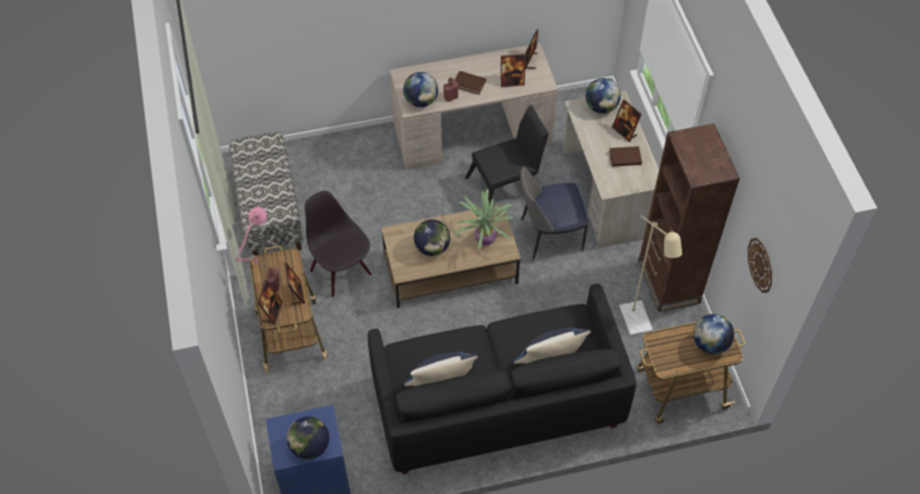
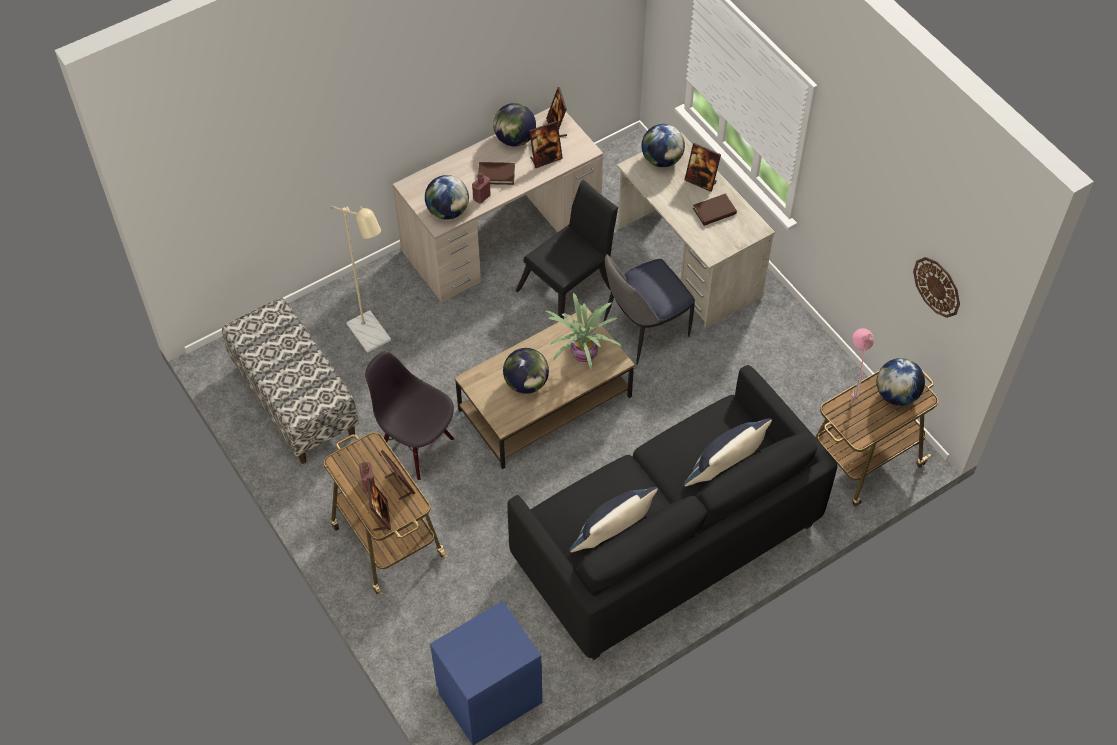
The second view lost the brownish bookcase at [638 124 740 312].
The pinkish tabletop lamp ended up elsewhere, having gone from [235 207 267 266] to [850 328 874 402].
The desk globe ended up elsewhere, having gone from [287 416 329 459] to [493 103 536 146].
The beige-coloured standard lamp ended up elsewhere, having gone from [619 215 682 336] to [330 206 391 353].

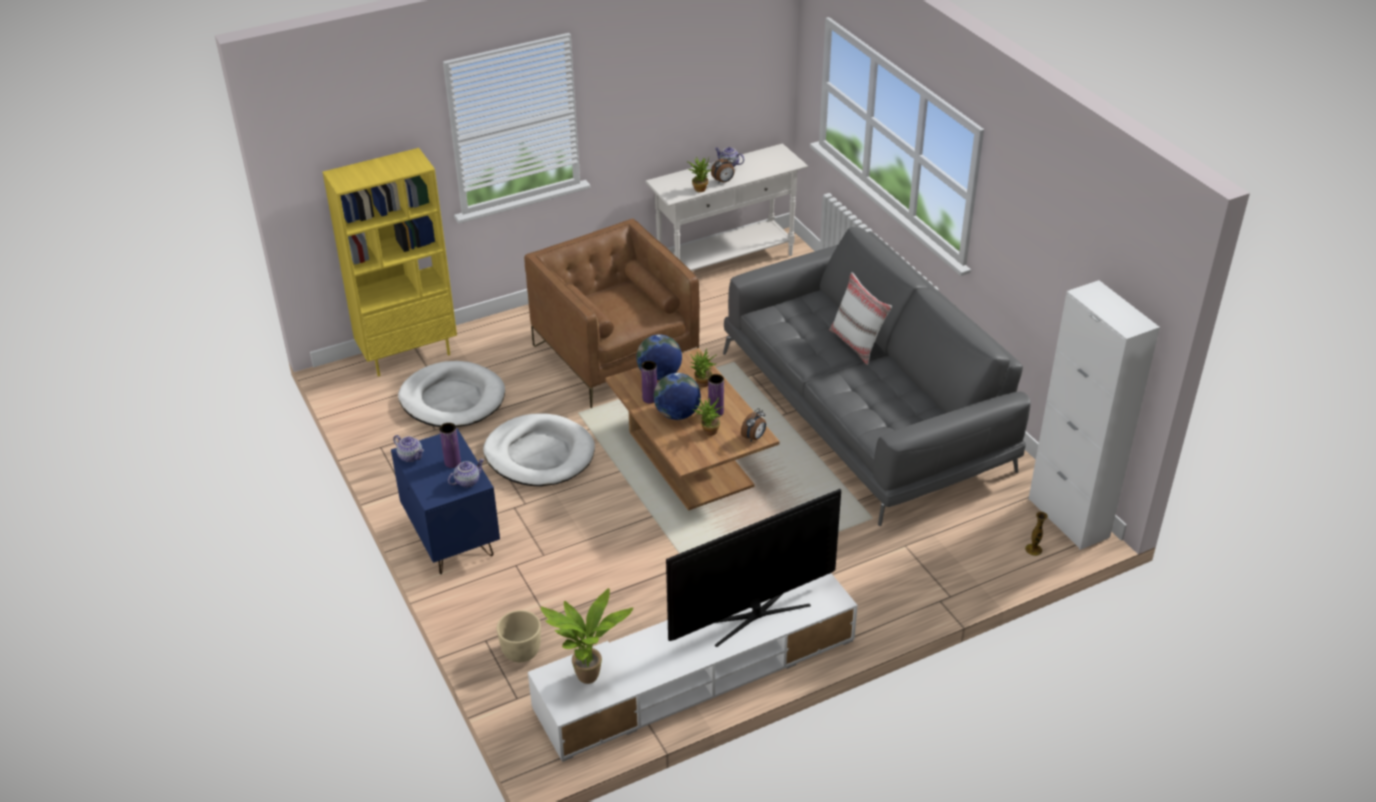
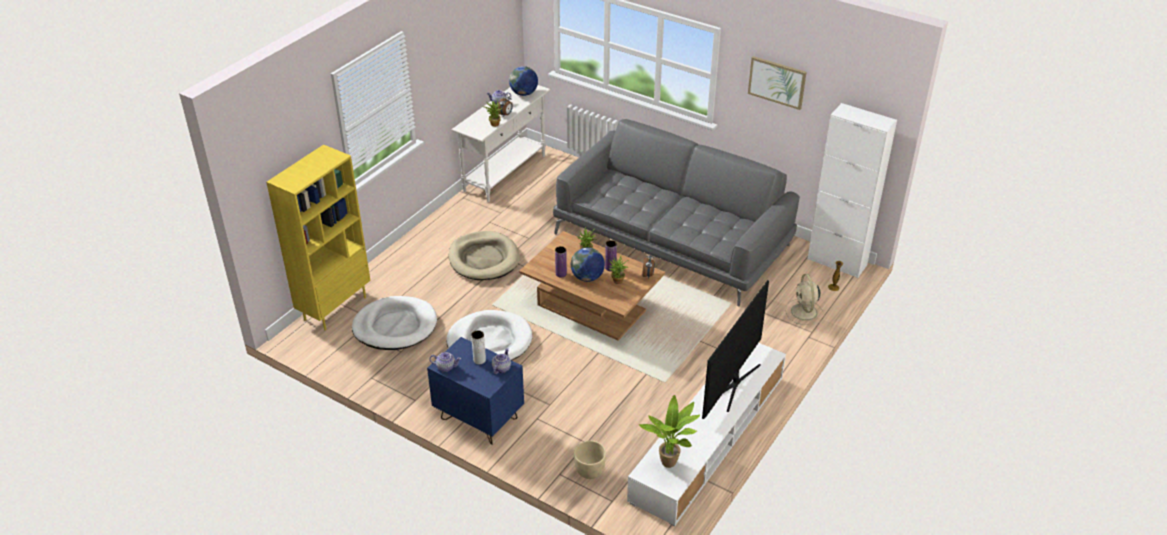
The second view lost the white-coloured pillow at [829 272 892 365].
The second view gained the wall picture at [748 56 807 110].
The second view gained the beige-coloured fan at [786 274 825 325].
The desk globe ended up elsewhere, having gone from [636 334 682 380] to [509 66 538 96].
Where the brownish easy chair stood at [524 219 700 408], the beige-coloured pet bed came to stand at [449 231 520 280].
What was the purple flower vase at [439 423 461 468] turned into the white-coloured flower vase at [471 330 486 365].

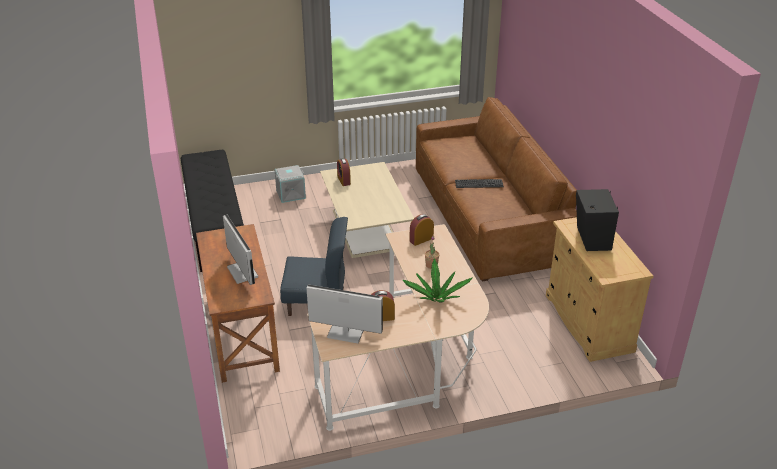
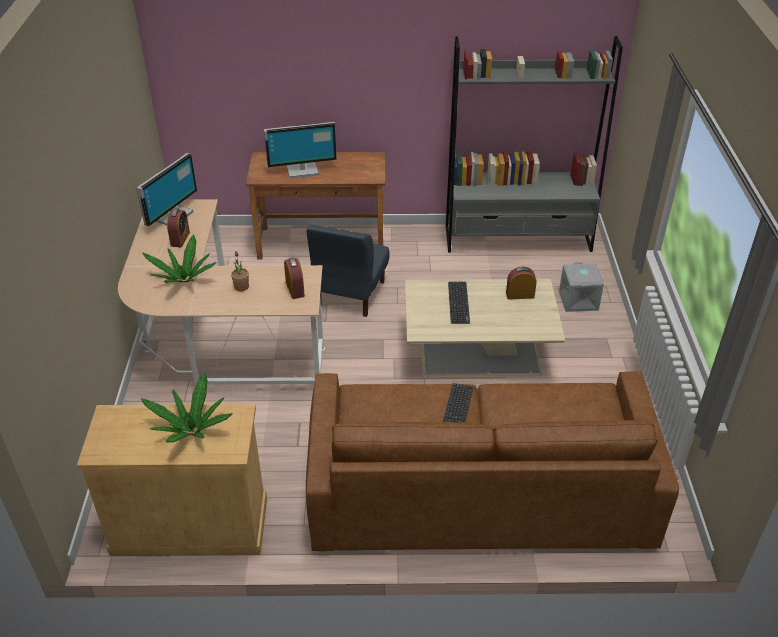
The second view gained the keyboard at [448 281 470 324].
Where the black indoor bench stood at [181 150 244 272], the greyish bookcase came to stand at [446 36 623 253].
Where the black loudspeaker stood at [576 189 619 251], the potted plant came to stand at [141 372 232 443].

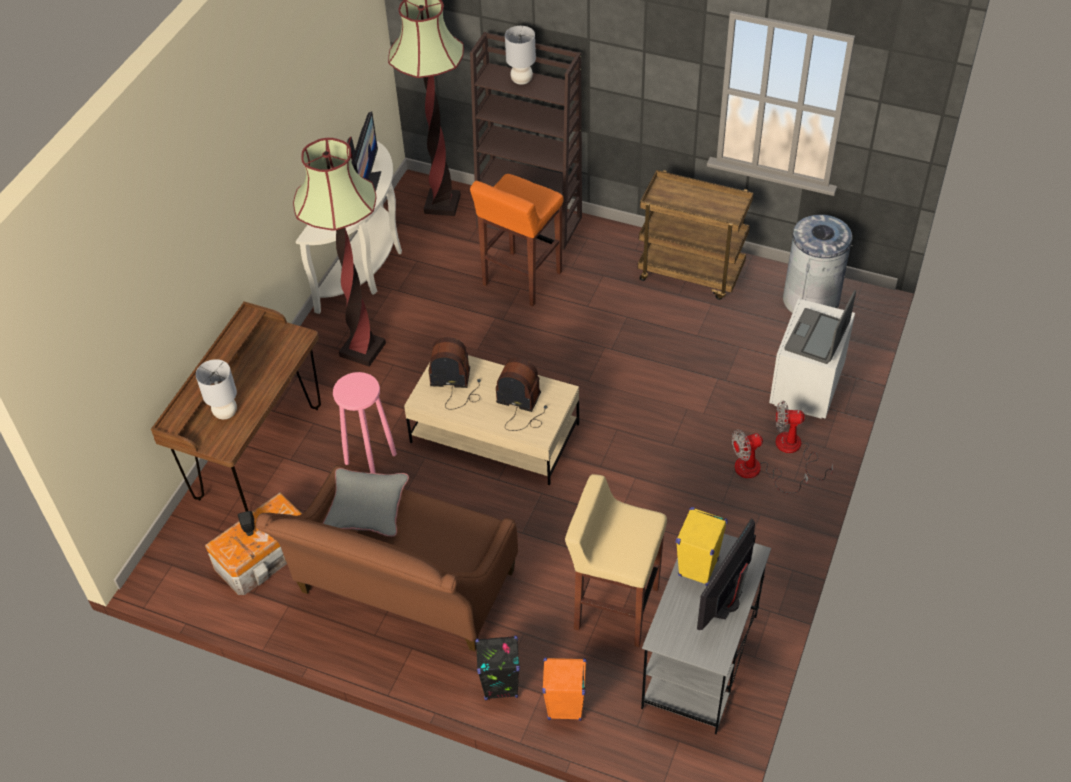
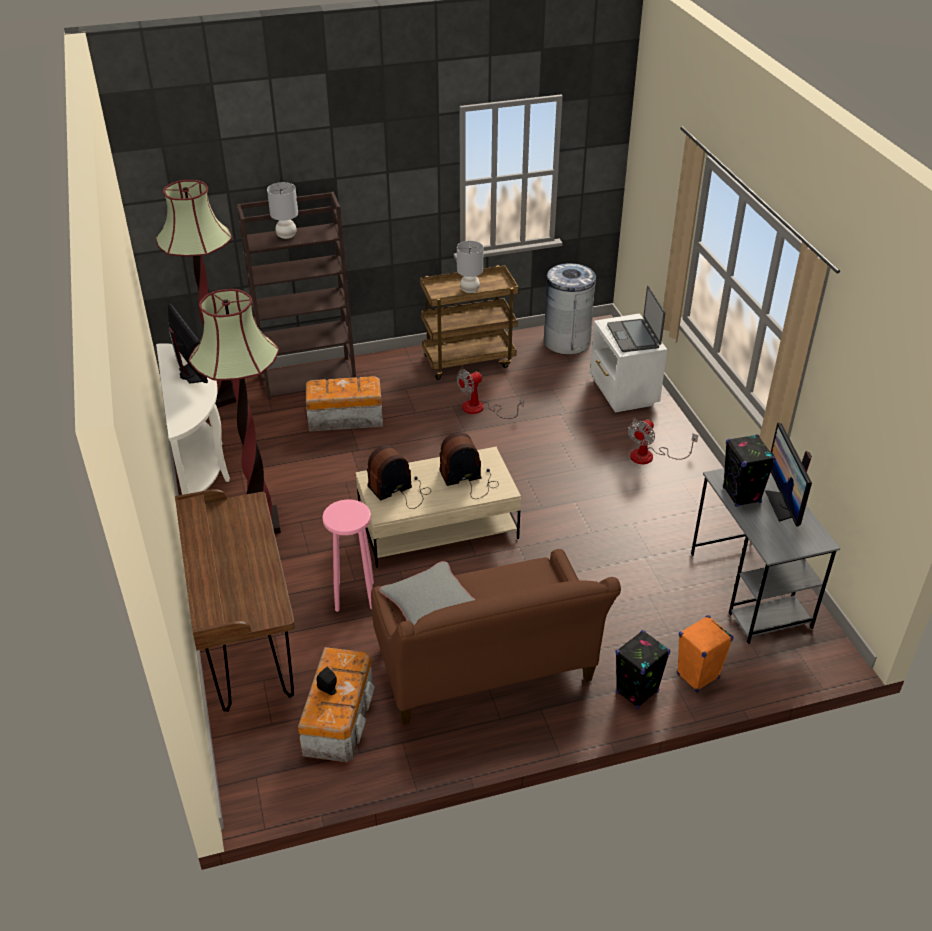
The second view lost the beige-coloured stool at [565 474 667 647].
The greyish tabletop lamp ended up elsewhere, having gone from [196 359 237 419] to [457 241 483 293].
The fan ended up elsewhere, having gone from [776 400 833 480] to [457 369 523 419].
Where the orangey stool stood at [470 174 563 306], the storage bin came to stand at [306 376 383 432].
What was the yellow-coloured loudspeaker at [676 507 728 586] turned into the black loudspeaker at [723 434 776 507].

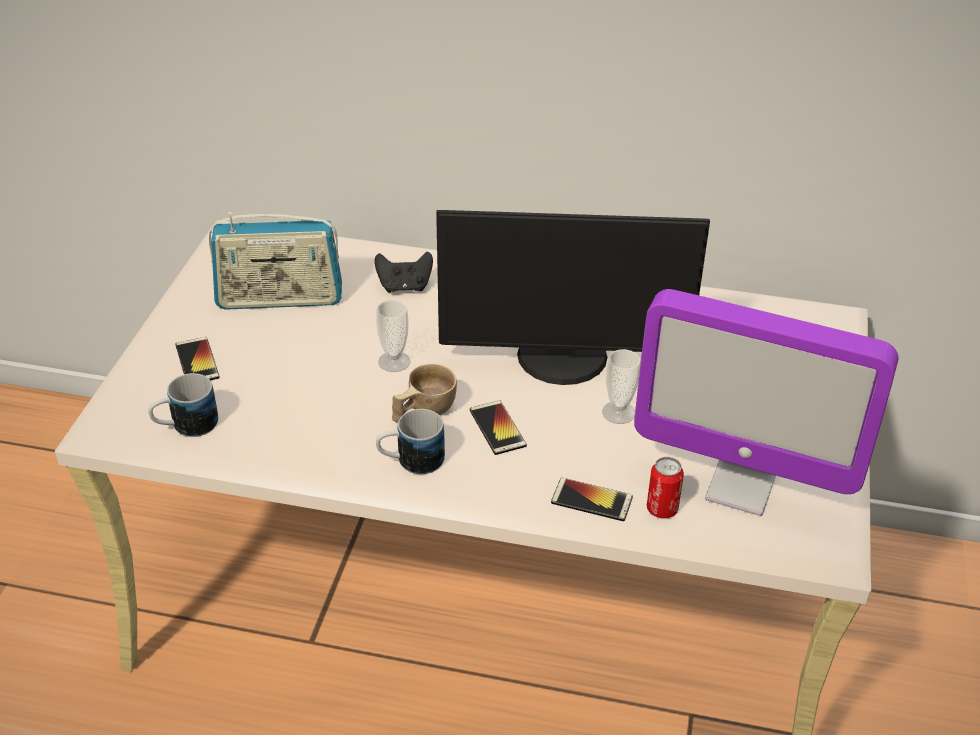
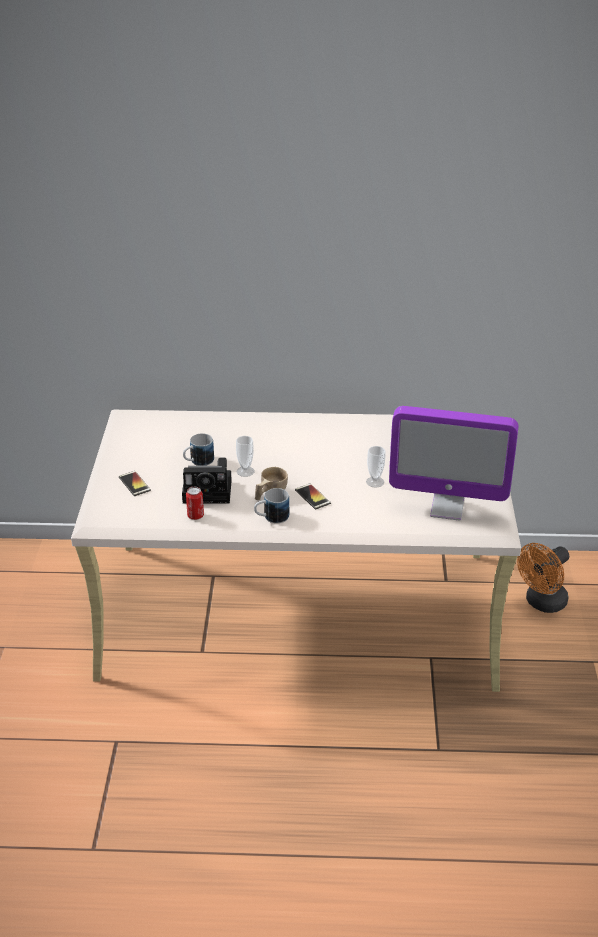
The second view lost the radio at [209 211 342 310].
The second view lost the black joypad at [374 252 433 292].
The second view lost the computer screen at [436 210 710 385].
The second view lost the phone at [551 478 633 521].
The second view gained the still camera at [182 458 232 504].
The second view gained the orangey fan at [517 543 569 613].
The tea mug ended up elsewhere, having gone from [148 373 218 437] to [183 433 214 466].
The metal can ended up elsewhere, having gone from [647 457 684 518] to [186 486 204 520].

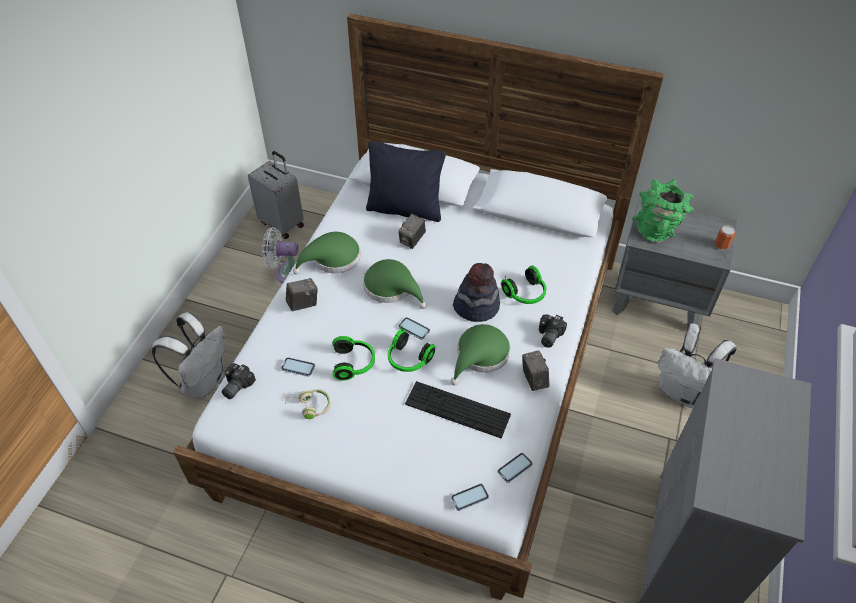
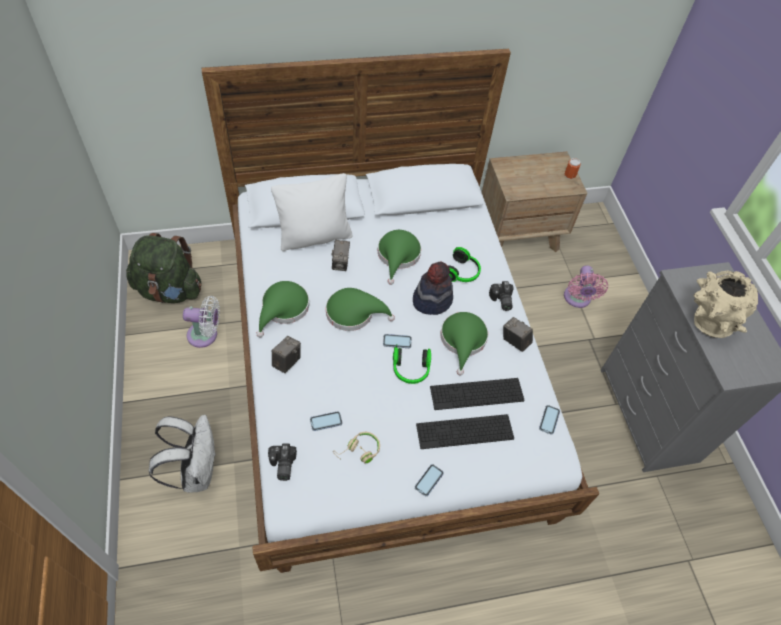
The second view lost the pair of headphones at [332 336 375 380].
The second view lost the green flower vase at [632 179 694 242].
The second view gained the green wearable hat at [378 230 421 285].
The second view gained the keyboard at [416 414 514 449].
The second view gained the beige-coloured flower vase at [693 271 758 338].
The phone ended up elsewhere, having gone from [451 484 489 511] to [415 464 444 496].
Where the greyish travel case stood at [248 151 304 239], the green rucksack came to stand at [126 233 202 303].
Where the white-coloured rucksack stood at [658 323 737 408], the pinkish fan came to stand at [564 266 608 308].
What was the black pillow at [366 141 446 222] turned into the white-coloured pillow at [271 173 353 251].
What was the greyish night table at [612 199 737 328] turned into the brownish night table at [482 152 587 252].
The white-coloured fan at [262 227 298 283] ended up facing another way, 150 degrees counterclockwise from before.

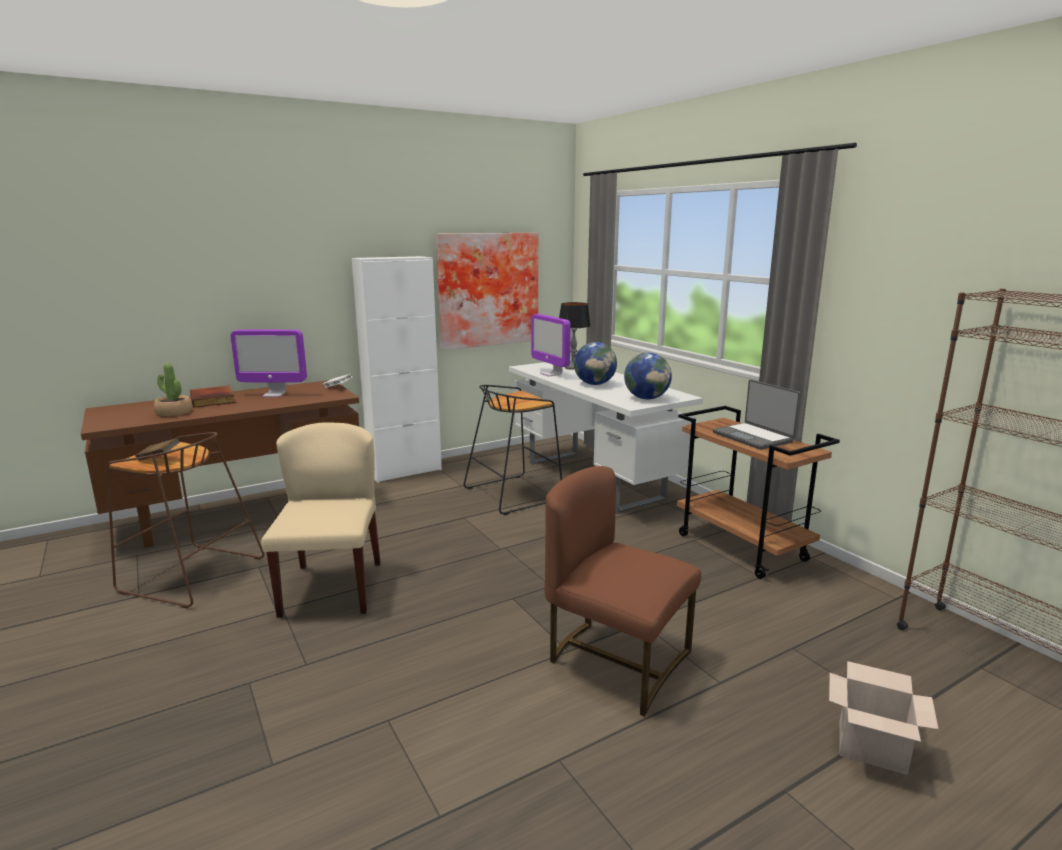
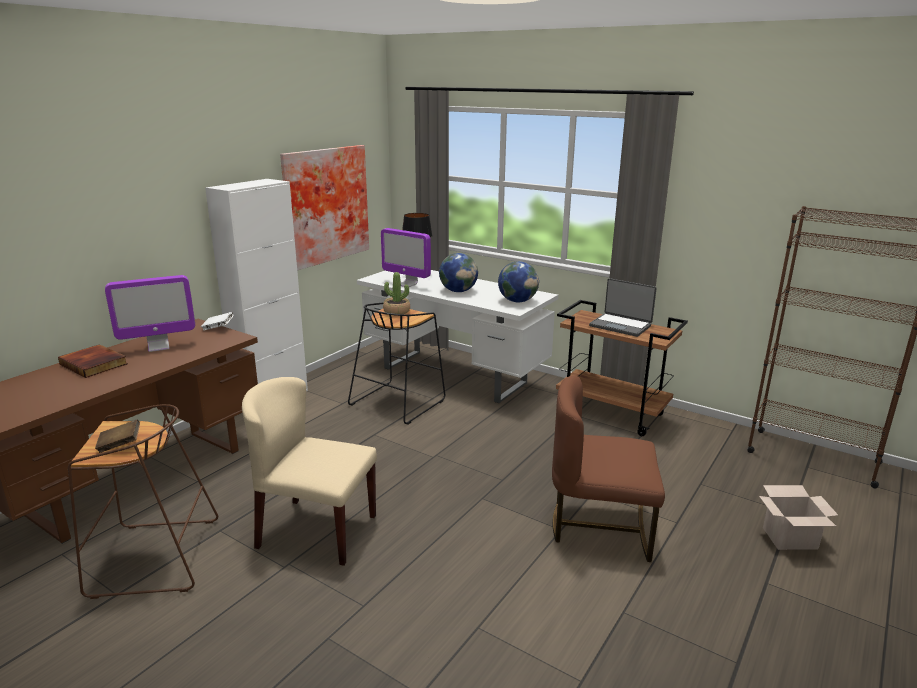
The potted plant ended up elsewhere, having gone from [154 363 192 416] to [383 272 410 314].
The beige-coloured plain chair at [261 422 381 618] ended up facing another way, 45 degrees counterclockwise from before.

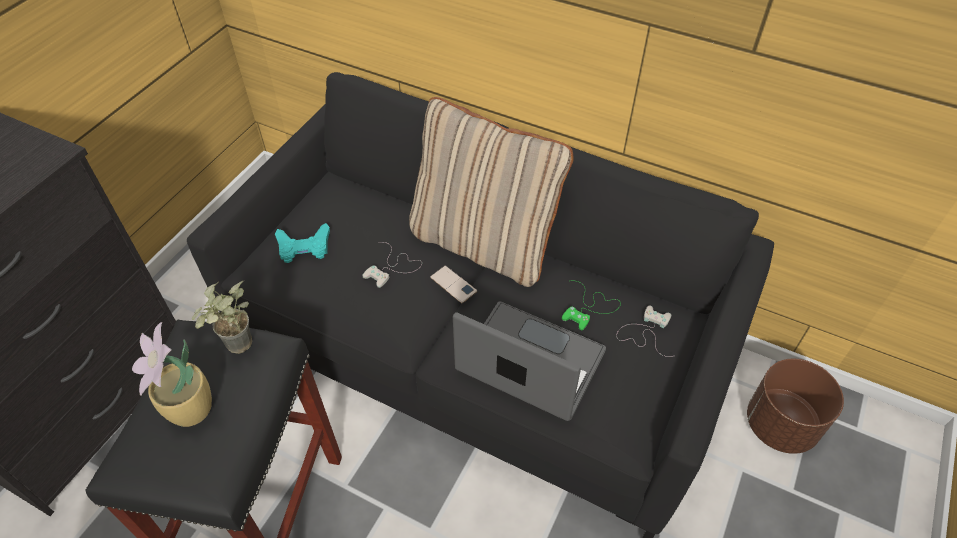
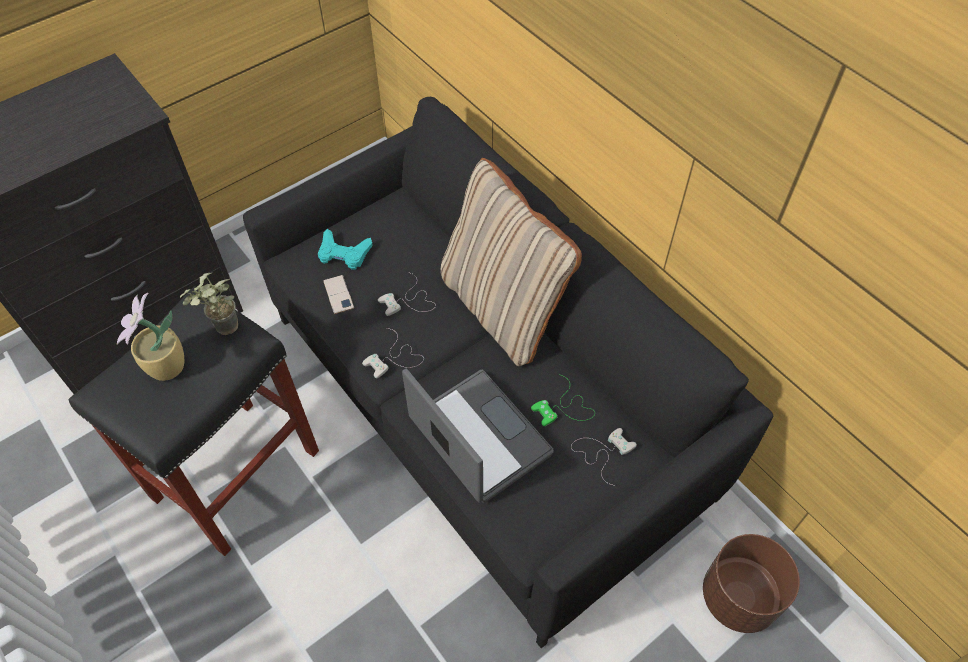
The second view gained the white-coloured joypad at [362 328 424 378].
The phone ended up elsewhere, having gone from [430 265 477 303] to [323 275 354 314].

